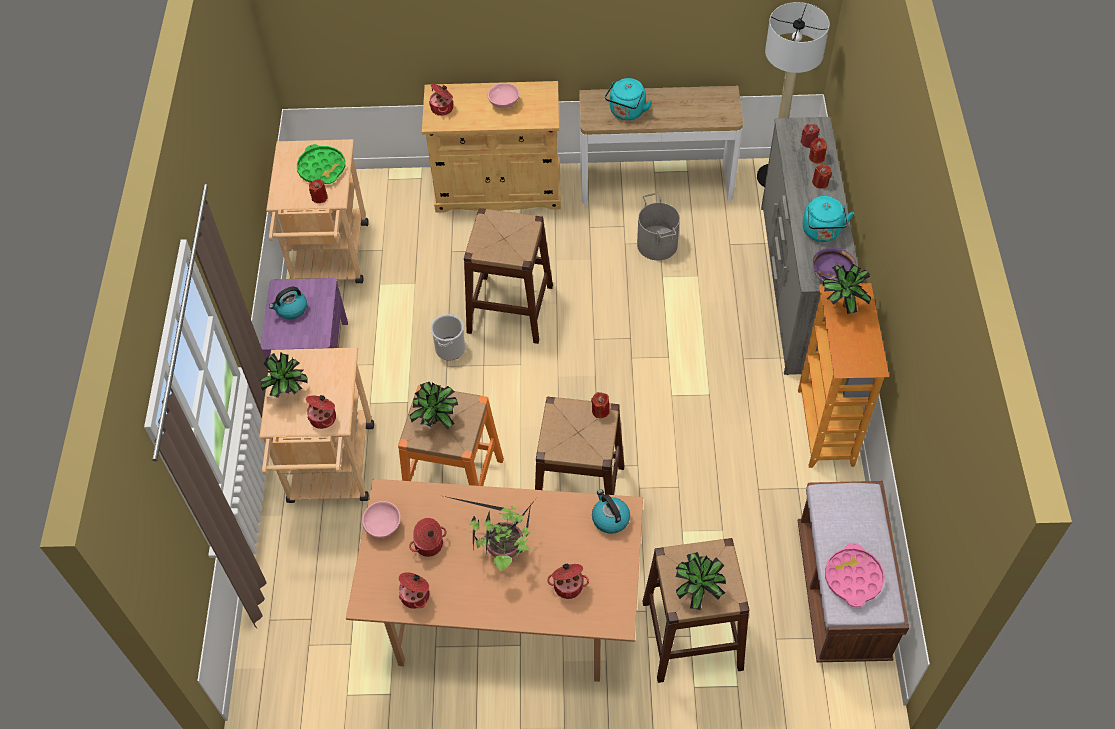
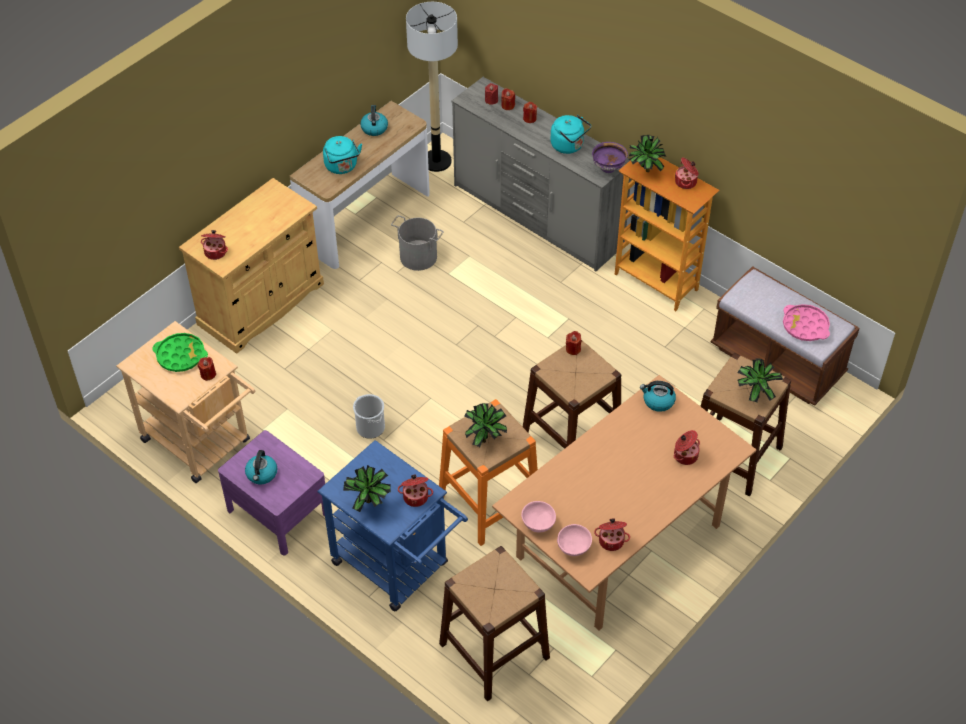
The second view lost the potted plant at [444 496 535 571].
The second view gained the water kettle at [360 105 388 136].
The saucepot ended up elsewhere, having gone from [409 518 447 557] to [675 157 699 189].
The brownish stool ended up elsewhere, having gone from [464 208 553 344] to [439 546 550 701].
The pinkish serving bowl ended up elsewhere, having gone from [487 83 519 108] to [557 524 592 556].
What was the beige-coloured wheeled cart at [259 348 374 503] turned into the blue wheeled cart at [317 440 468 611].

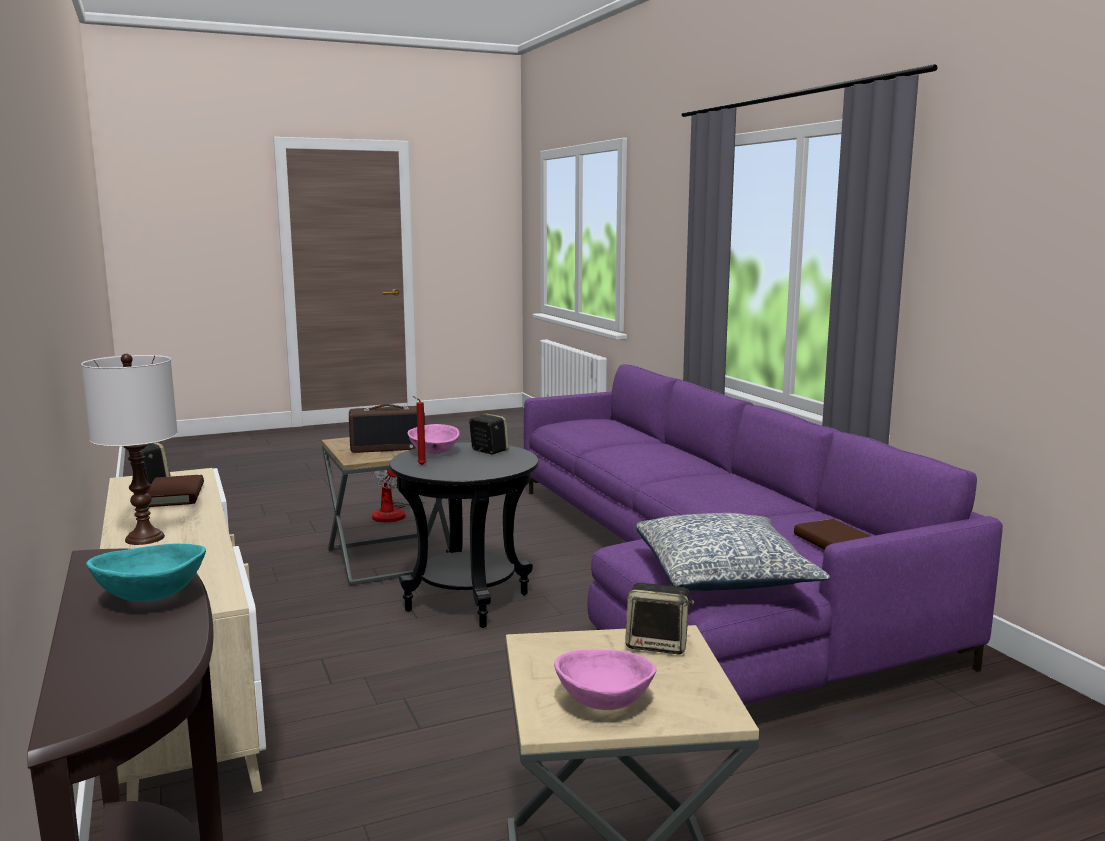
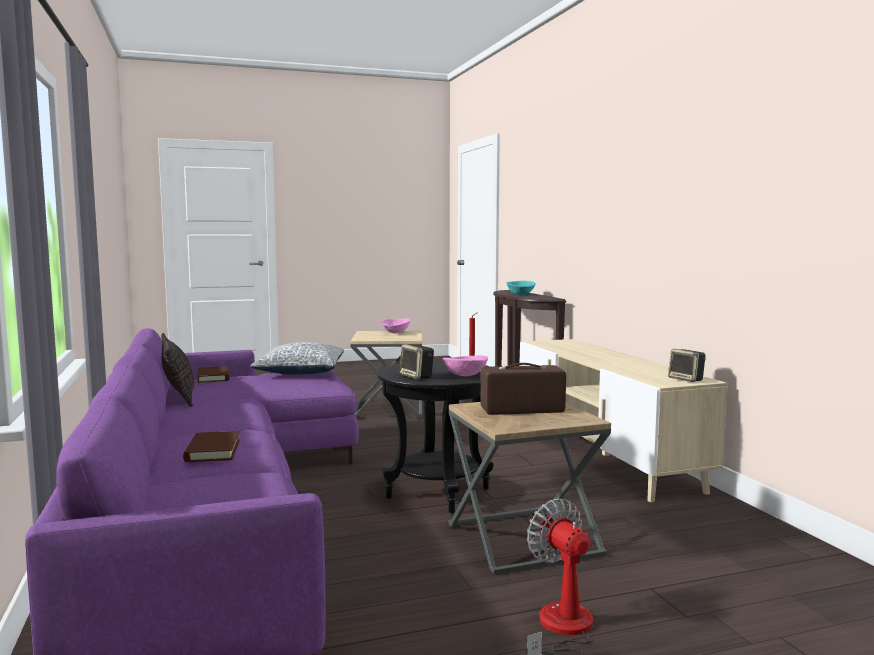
The second view lost the white-coloured tabletop lamp at [81 354 178 545].
The second view lost the loudspeaker at [625 583 694 654].
The second view gained the pillow at [161 333 194 407].
The brownish volume ended up elsewhere, having gone from [147 475 204 507] to [183 431 240 462].

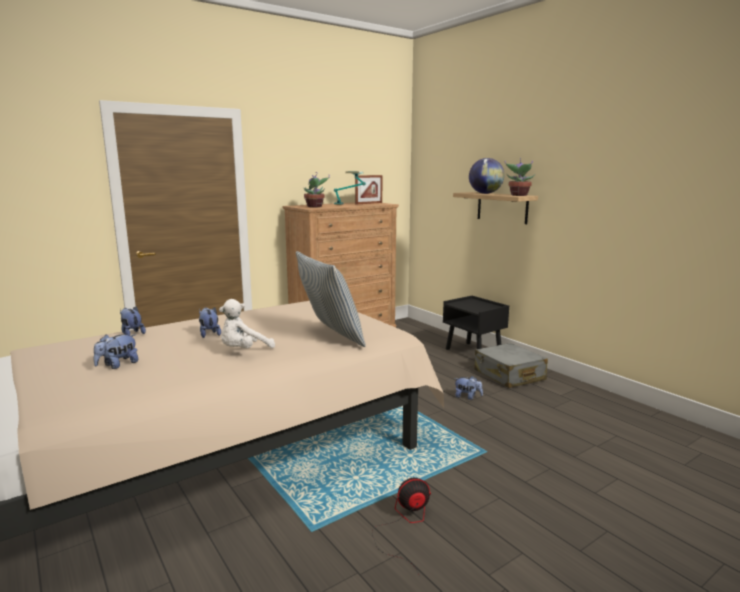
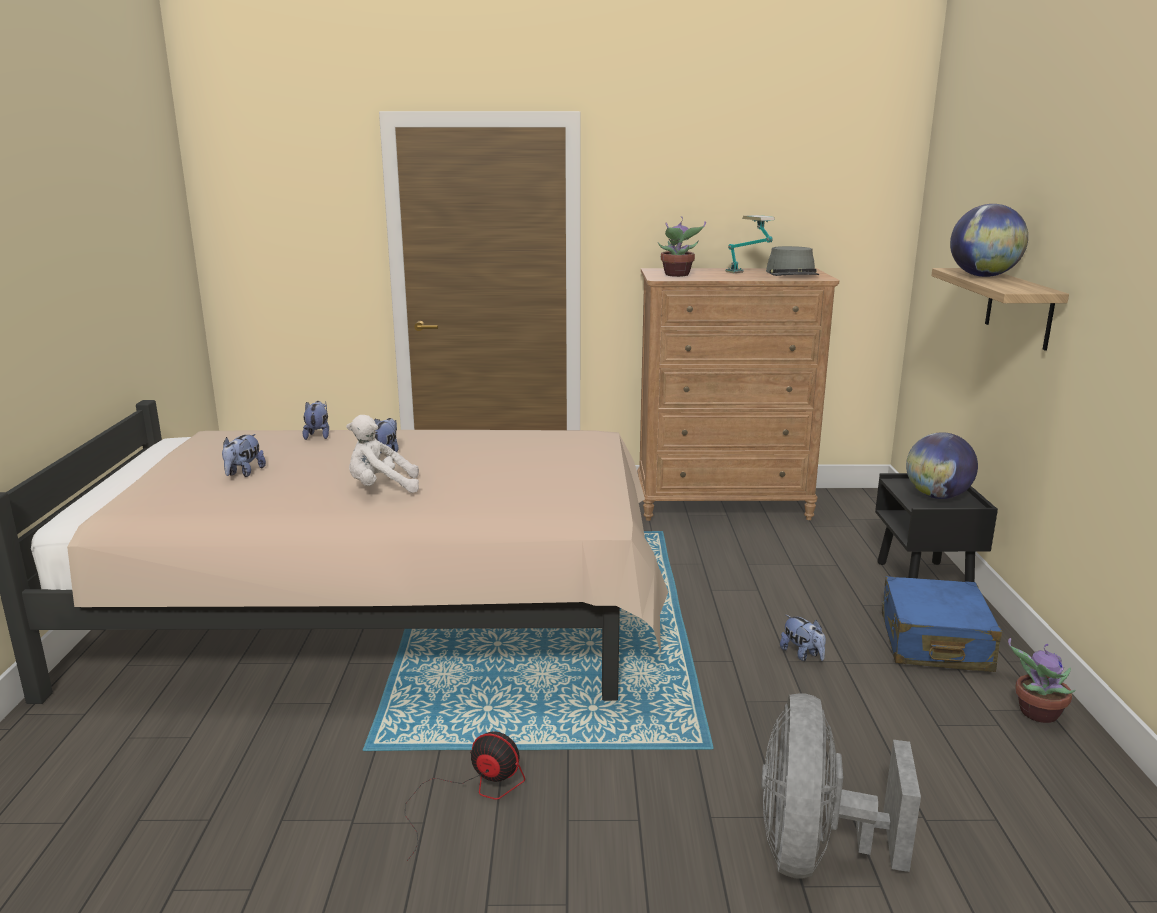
The second view lost the pillow at [296 251 366 347].
The second view gained the greyish fan at [761 694 921 879].
The second view gained the desk globe at [906 432 978 499].
The potted plant ended up elsewhere, having gone from [505 158 535 196] to [1008 638 1076 723].
Where the standing frame stood at [355 175 382 204], the greyish wearable hat came to stand at [766 246 819 276].
What was the greyish travel case at [475 343 548 388] turned into the blue travel case at [882 576 1002 672].
The soft toy at [94 334 138 369] ended up facing another way, 60 degrees counterclockwise from before.

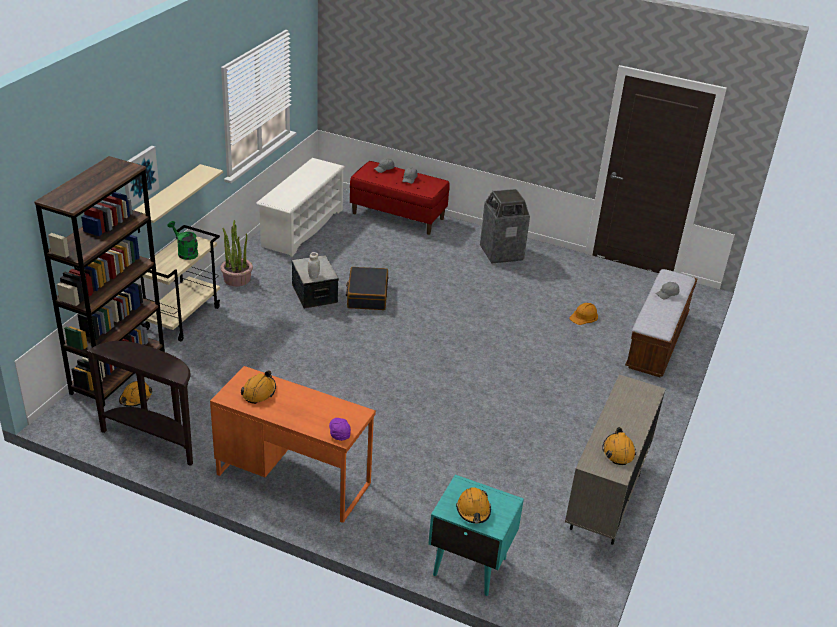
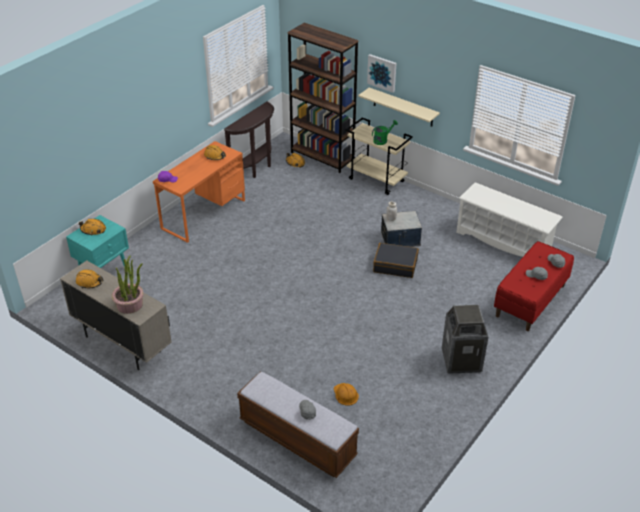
The potted plant ended up elsewhere, having gone from [220 220 253 286] to [112 255 144 314].

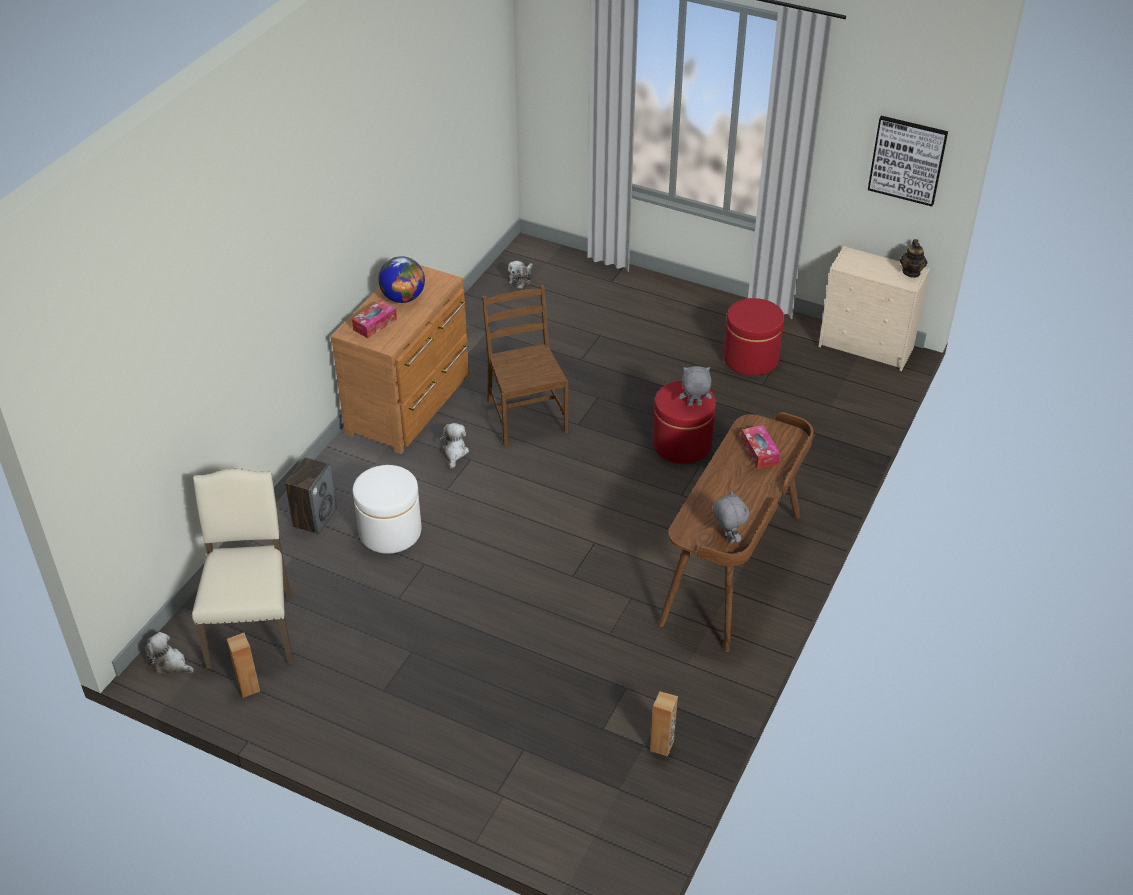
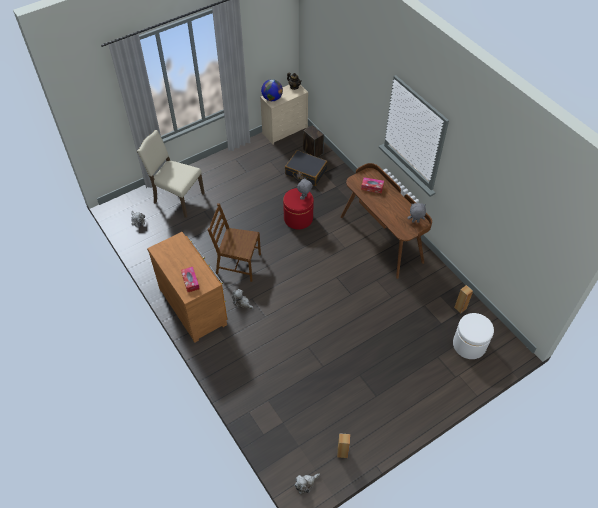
The second view lost the red pouffe at [724 298 784 376].
The second view lost the wall picture at [868 116 948 206].
The second view gained the black travel case at [285 150 327 186].
The beige-coloured plain chair ended up elsewhere, having gone from [192 468 294 669] to [137 130 205 218].
The loudspeaker ended up elsewhere, having gone from [285 457 337 535] to [303 125 324 157].
The white-coloured pouffe ended up elsewhere, having gone from [353 465 422 554] to [453 313 494 359].
The desk globe ended up elsewhere, having gone from [378 256 425 303] to [261 79 283 101].

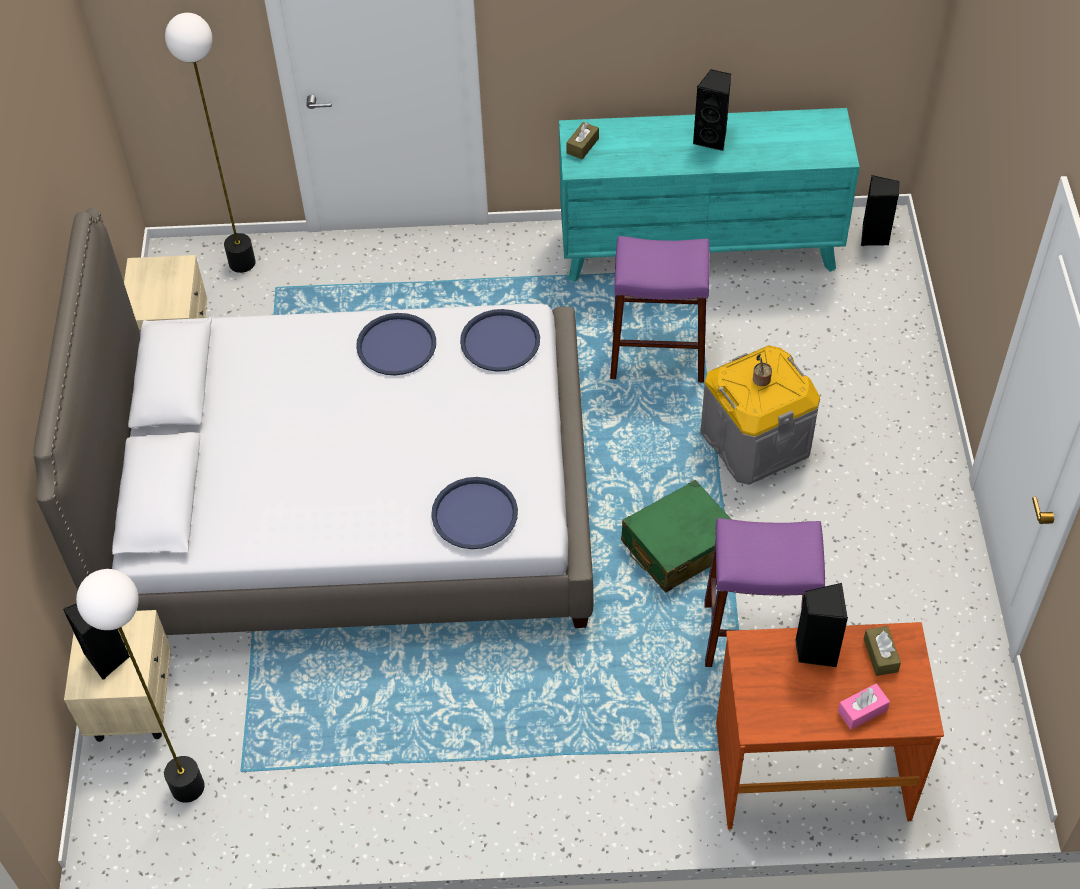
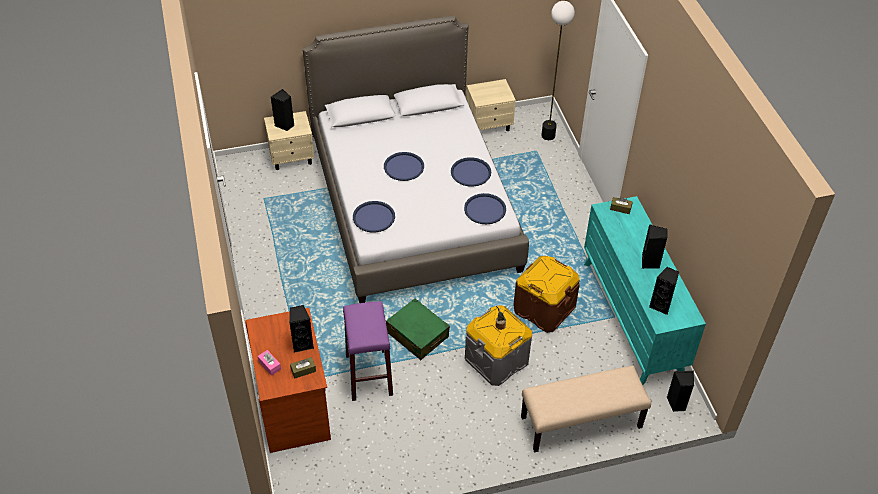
The second view lost the standard lamp at [76 569 205 803].
The second view gained the blue carrying tray at [384 152 424 181].
The second view gained the beige-coloured indoor bench at [521 366 651 452].
The second view gained the black loudspeaker at [649 267 679 315].
Where the purple stool stood at [610 236 710 382], the brownish storage bin came to stand at [513 256 580 333].

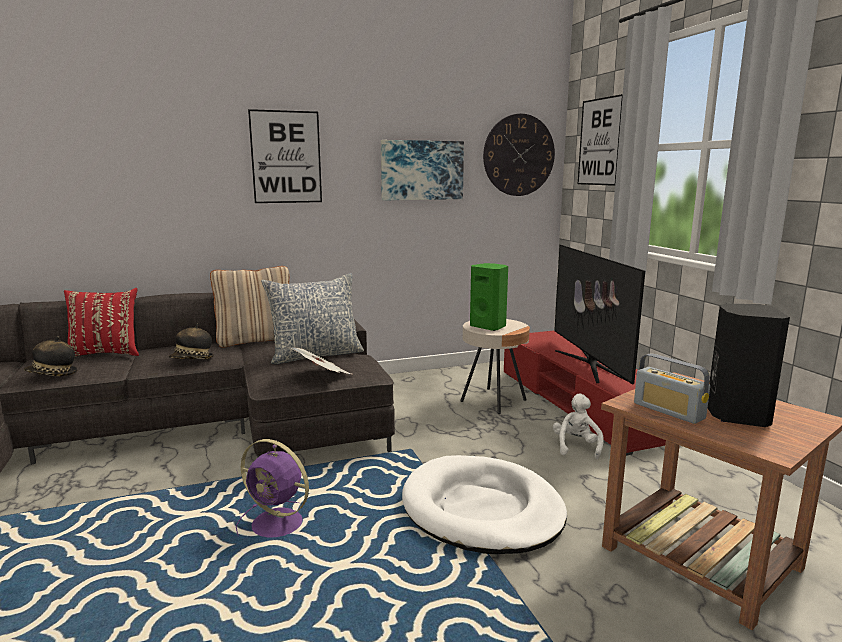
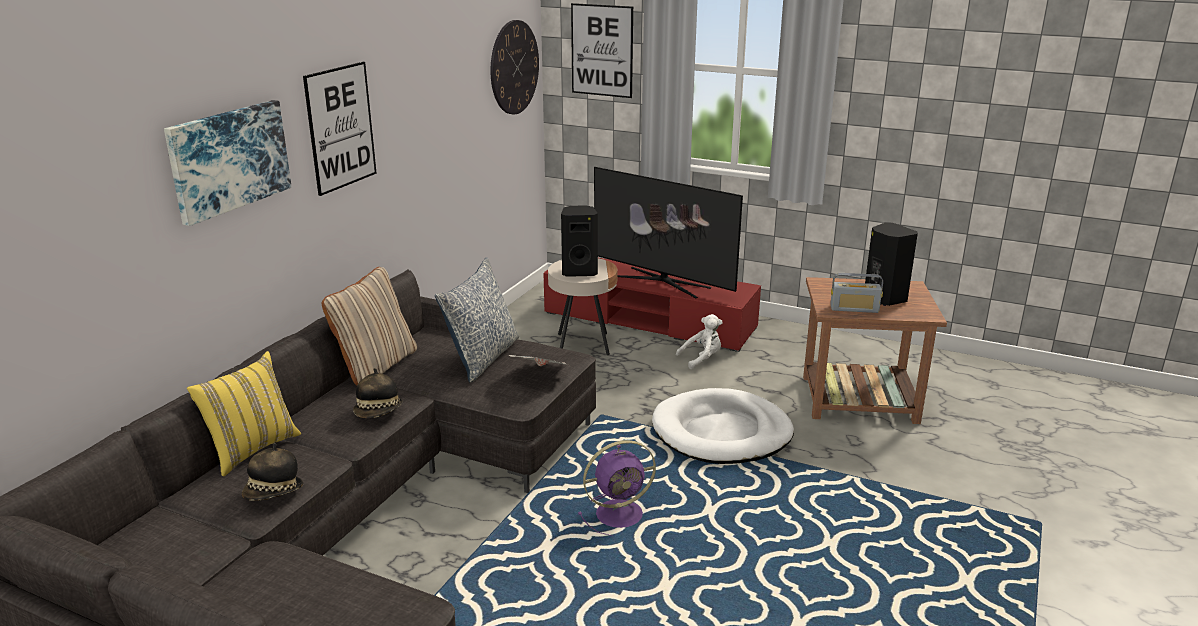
The wall picture ended up elsewhere, having gone from [381 140 464 200] to [164 100 292 226].
What was the red pillow at [64 288 139 357] turned into the yellow-coloured pillow at [187 351 301 476].
What was the green loudspeaker at [470 263 508 331] turned into the black loudspeaker at [561 205 598 277].
The white-coloured soft toy at [553 393 604 459] ended up facing another way, 105 degrees clockwise from before.

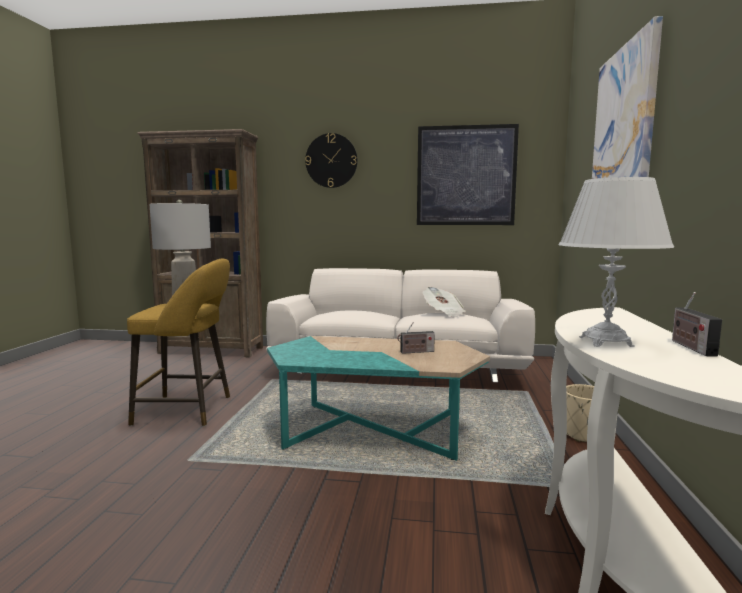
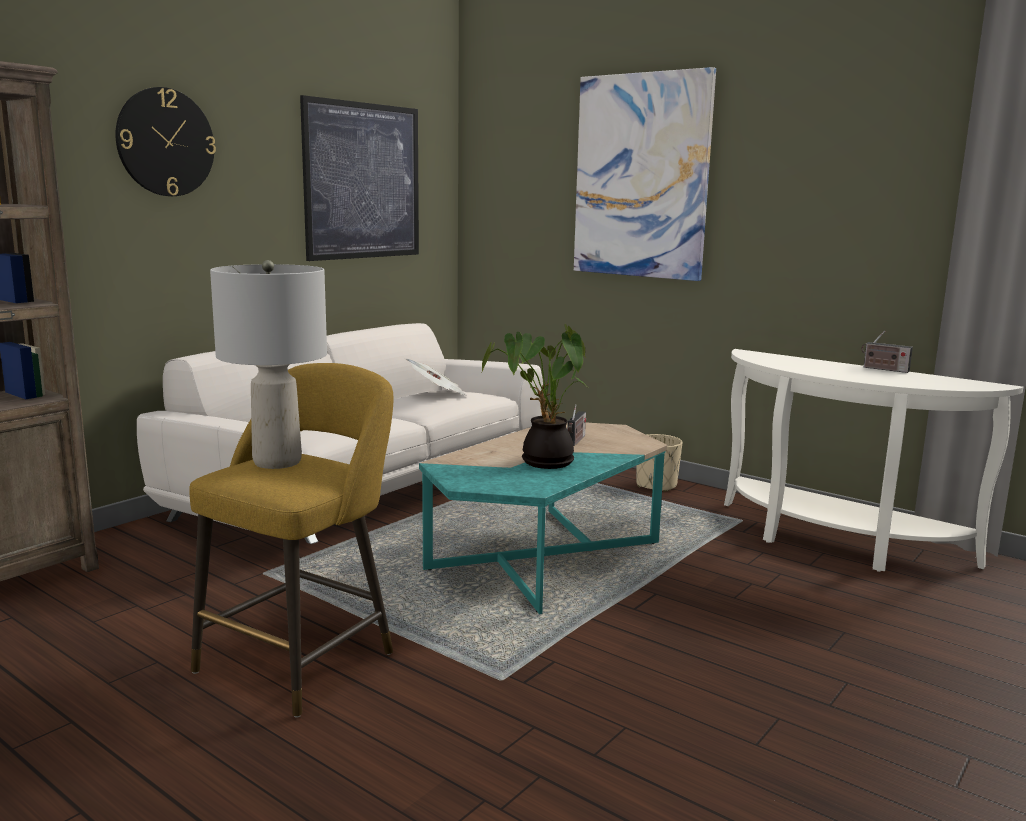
The second view lost the white-coloured tabletop lamp at [559 177 674 347].
The second view gained the potted plant at [482 324 587 469].

